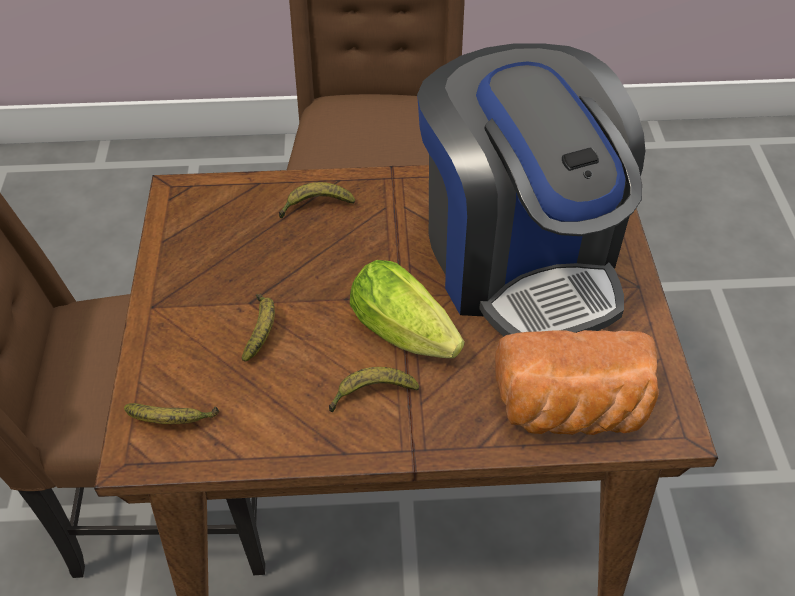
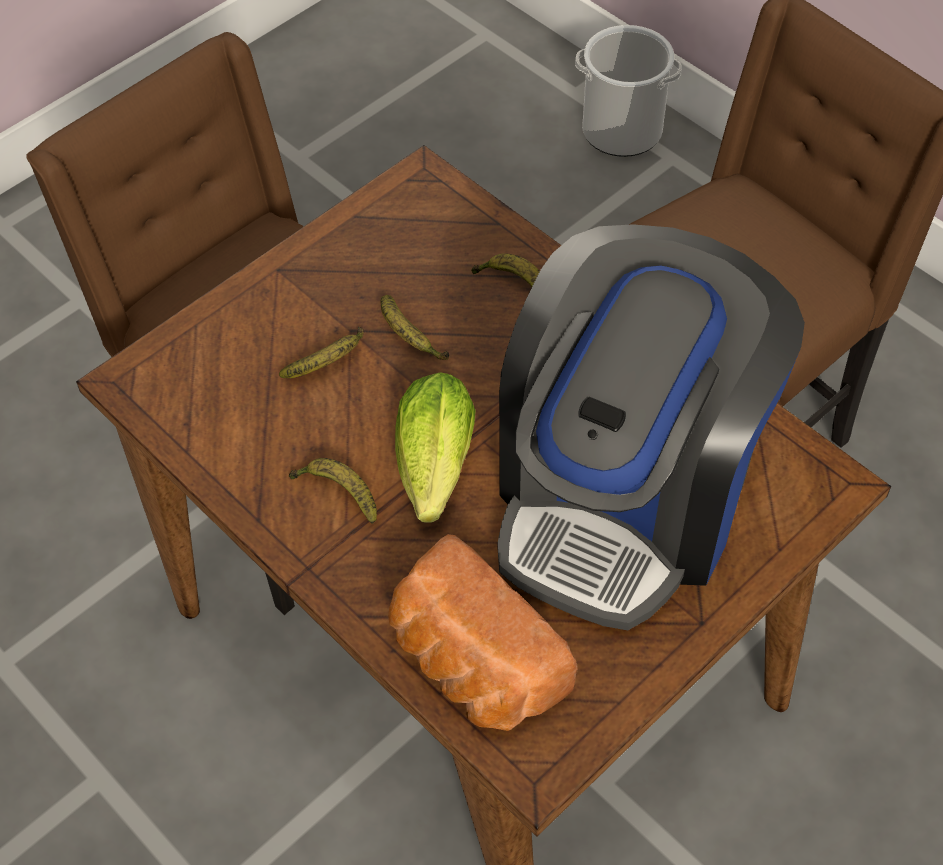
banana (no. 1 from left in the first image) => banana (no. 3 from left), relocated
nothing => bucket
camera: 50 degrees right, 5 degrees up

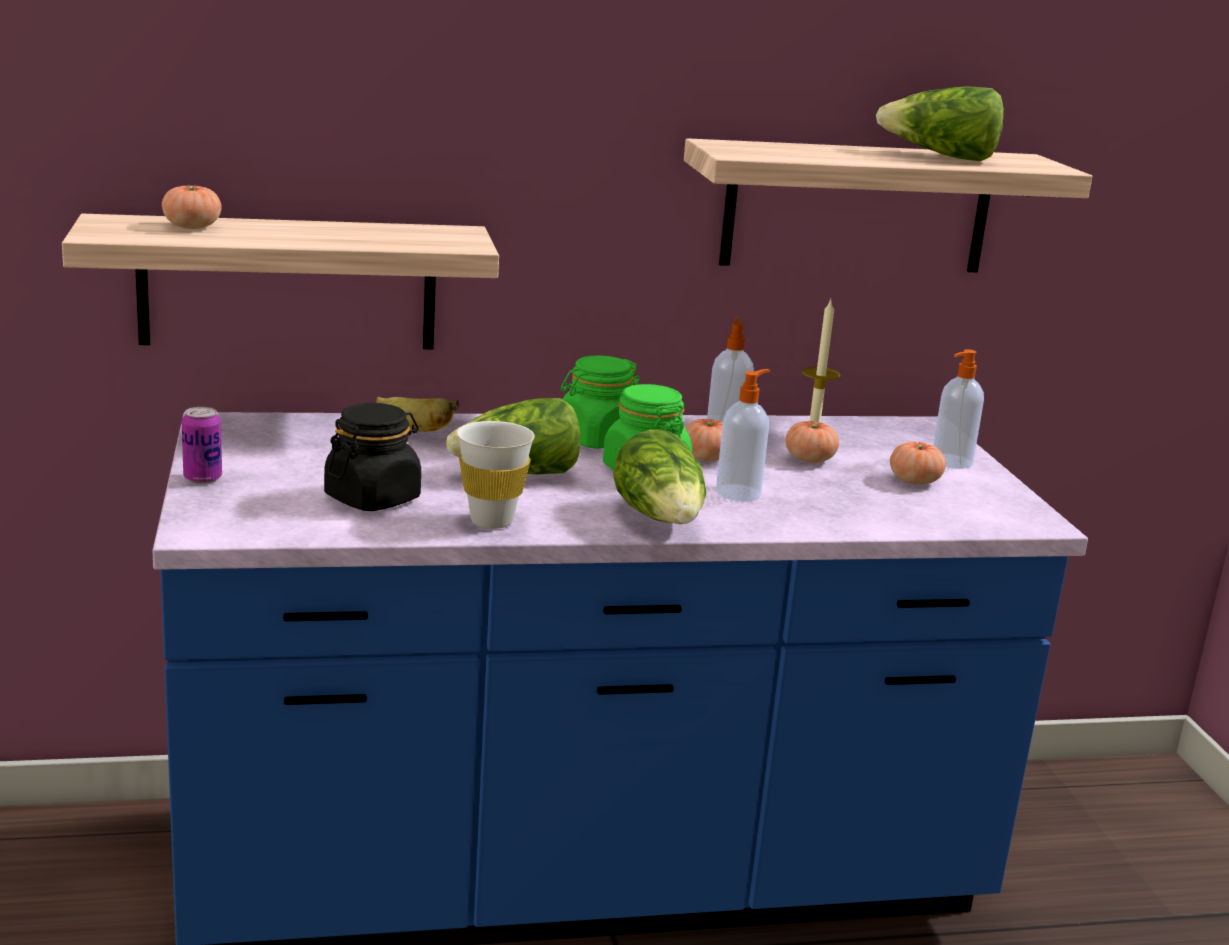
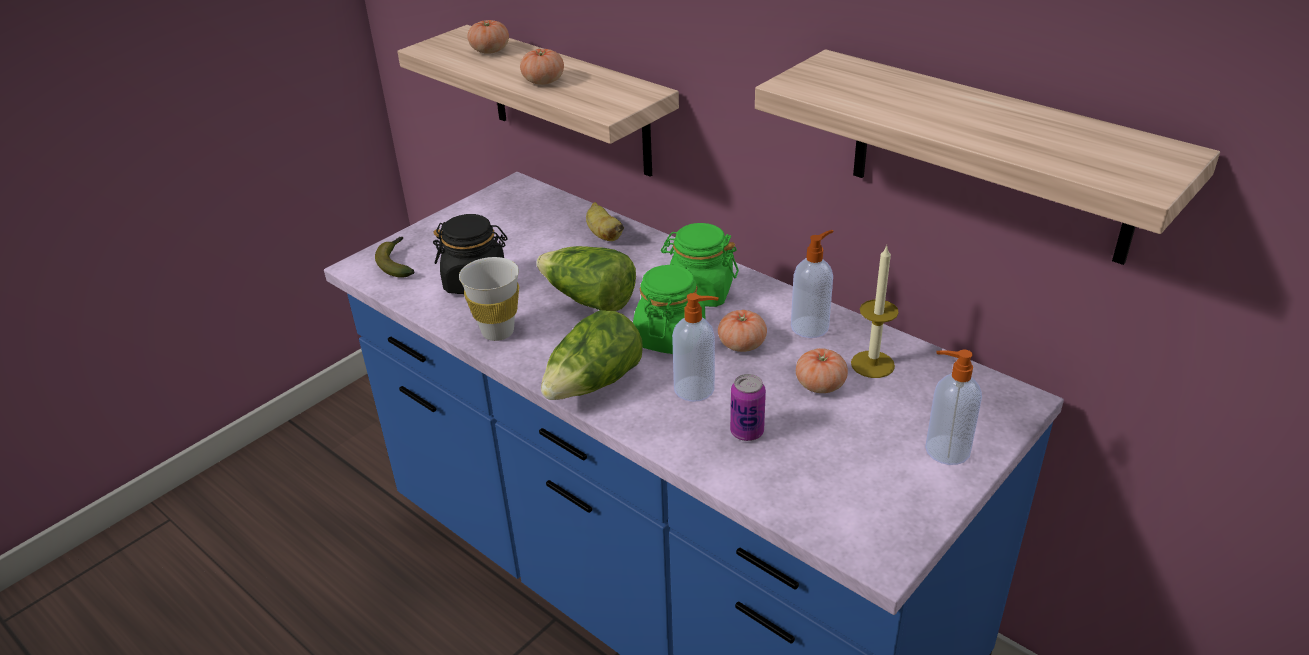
lettuce (no. 3 from left) => nothing
can, relocated
tomato (no. 4 from left in the first image) => tomato (no. 2 from left), relocated
nothing => banana (no. 1 from left)
camera: 55 degrees right, 15 degrees up

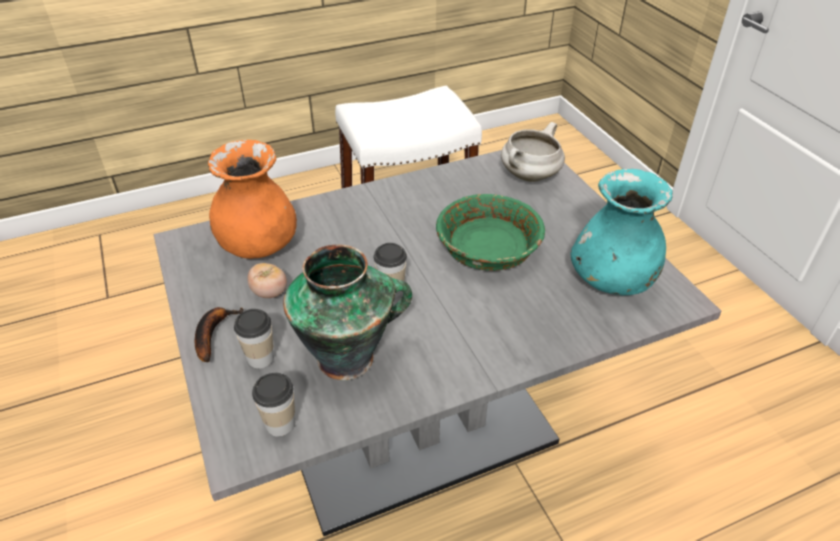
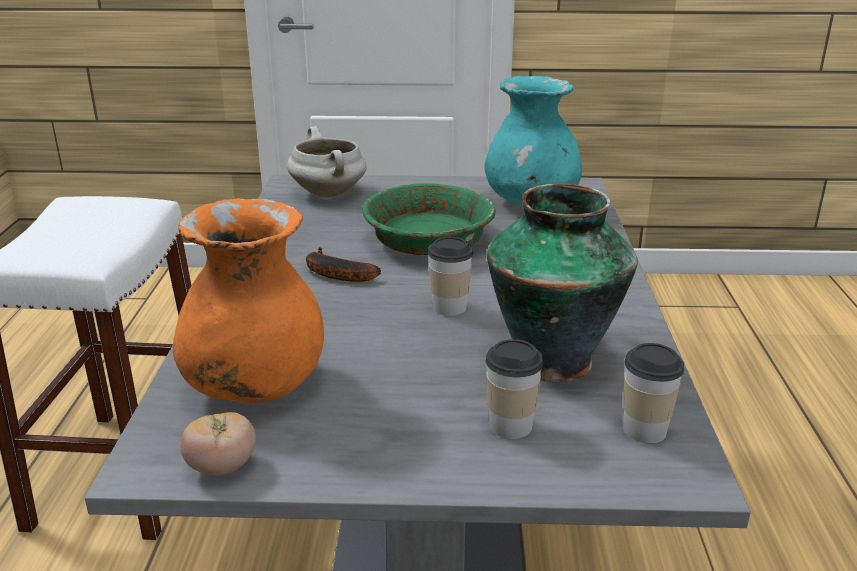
tomato, relocated
banana, relocated
camera: 65 degrees left, 15 degrees down

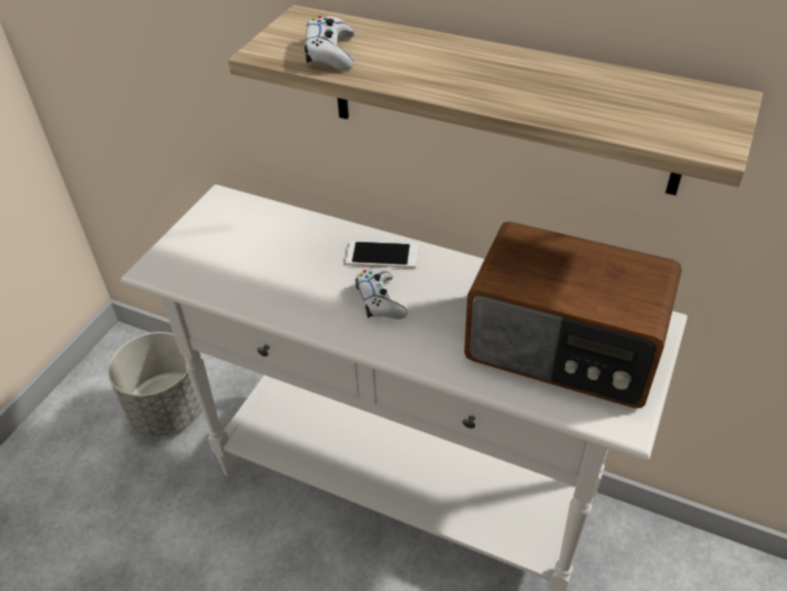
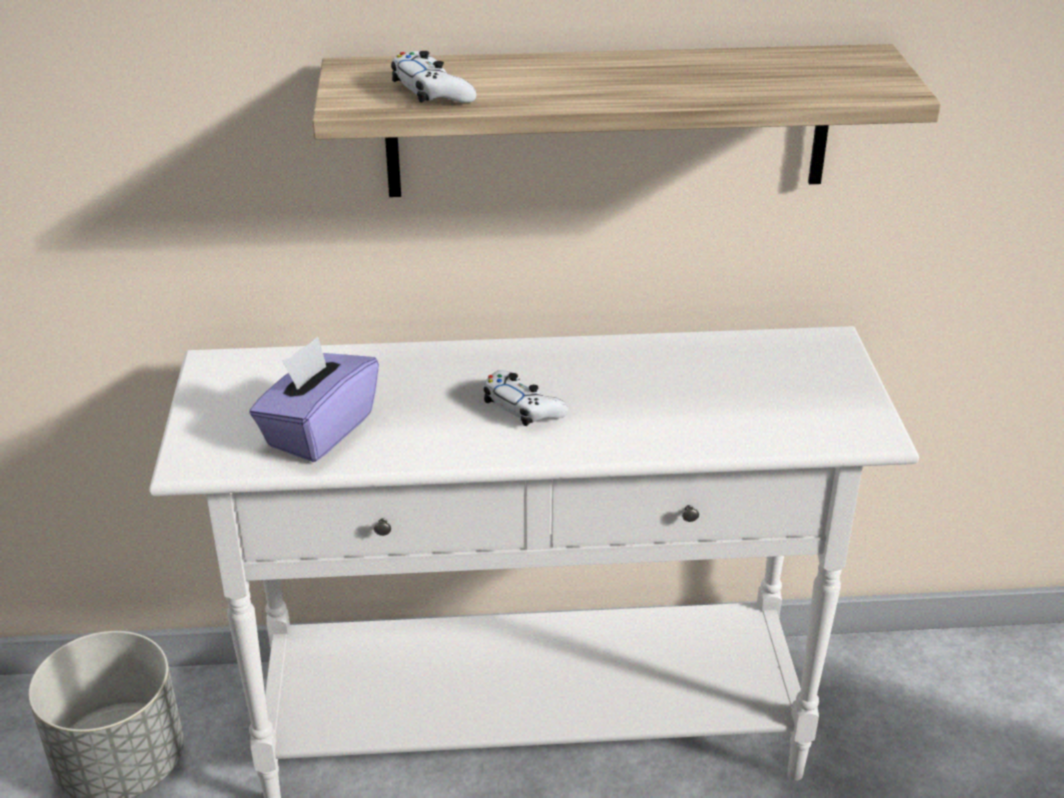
radio => nothing
phone => nothing
nothing => purple tissue box
camera: 30 degrees left, 10 degrees down

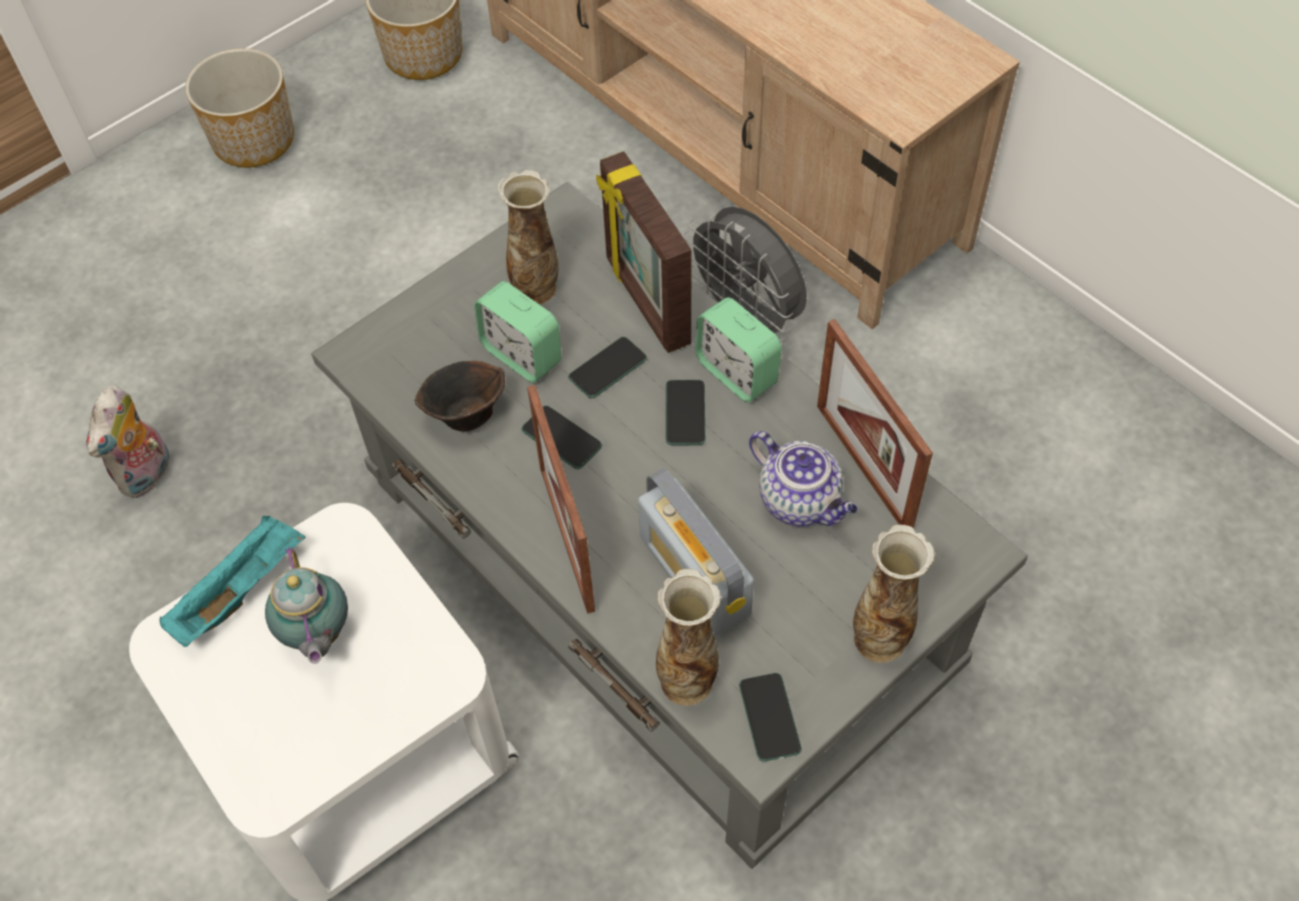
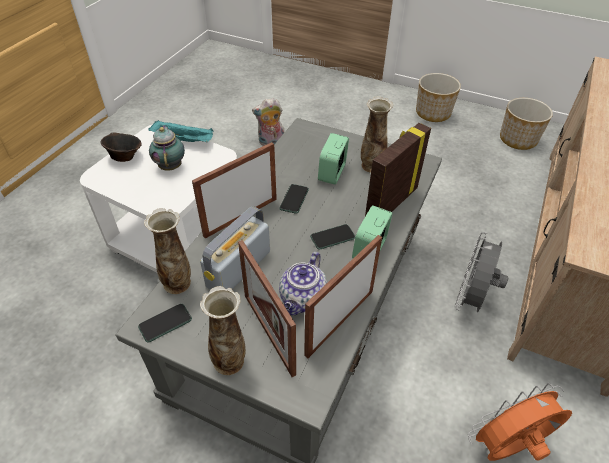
phone (no. 2 from left) => nothing
brown bowl, relocated
teapot (no. 1 from left), 120 degrees clockwise
nothing => picture frame (no. 2 from left)
nothing => orange fan
camera: 65 degrees right, 10 degrees down

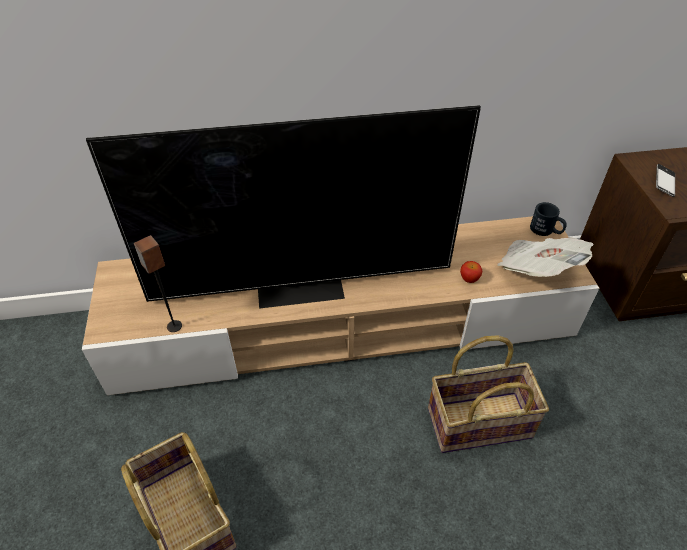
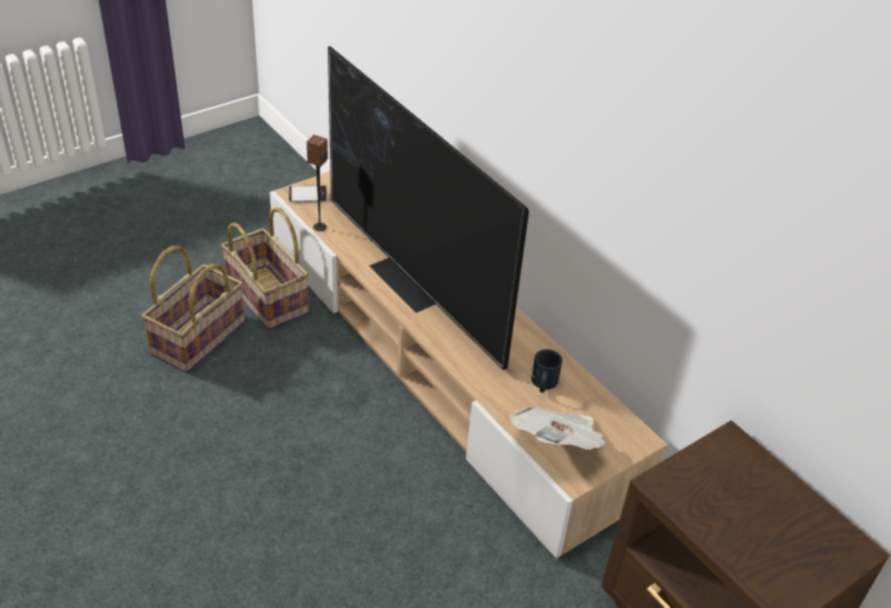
phone, relocated
black mug, relocated
apple => nothing
basket (no. 2 from left), relocated
camera: 60 degrees right, 5 degrees down

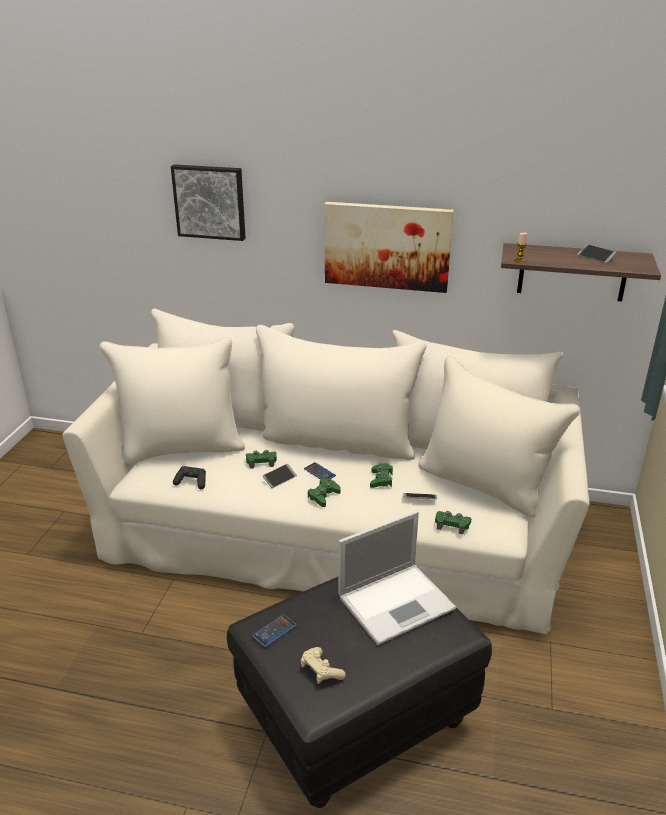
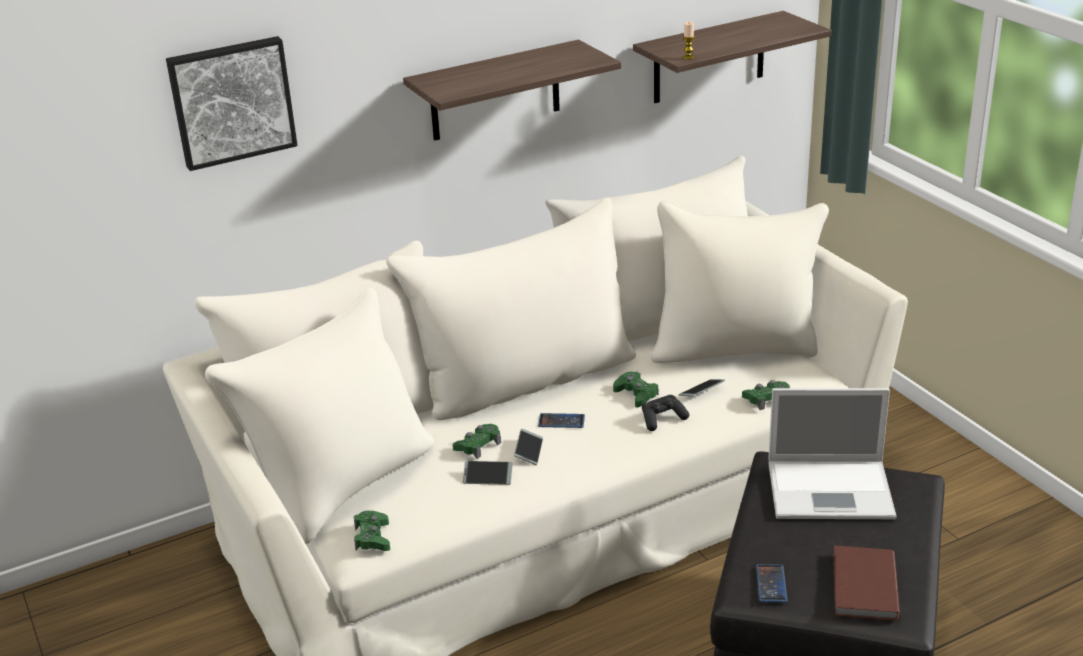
picture (no. 2 from left) => shelf (no. 1 from left)
phone (no. 5 from left in the first image) => phone (no. 1 from left), relocated
black game controller, relocated
green game controller (no. 2 from left in the first image) => green game controller (no. 1 from left), relocated
laptop, 75 degrees clockwise
beige game controller => brown book
camera: 40 degrees left, 0 degrees up

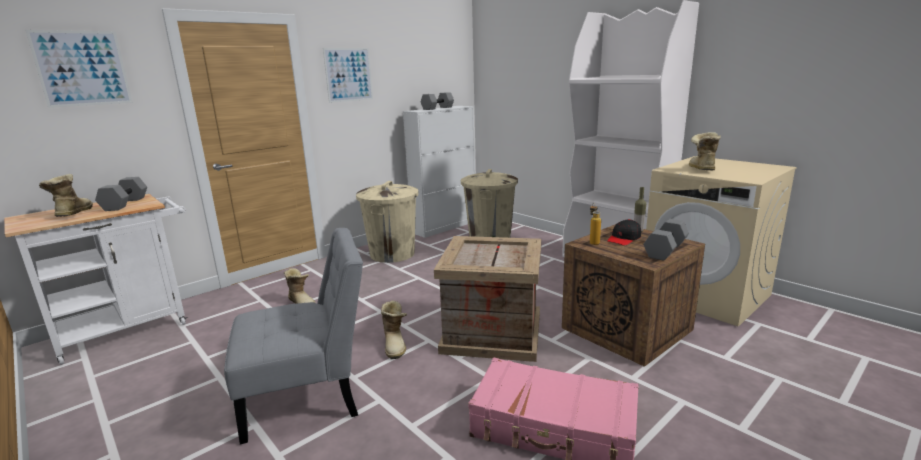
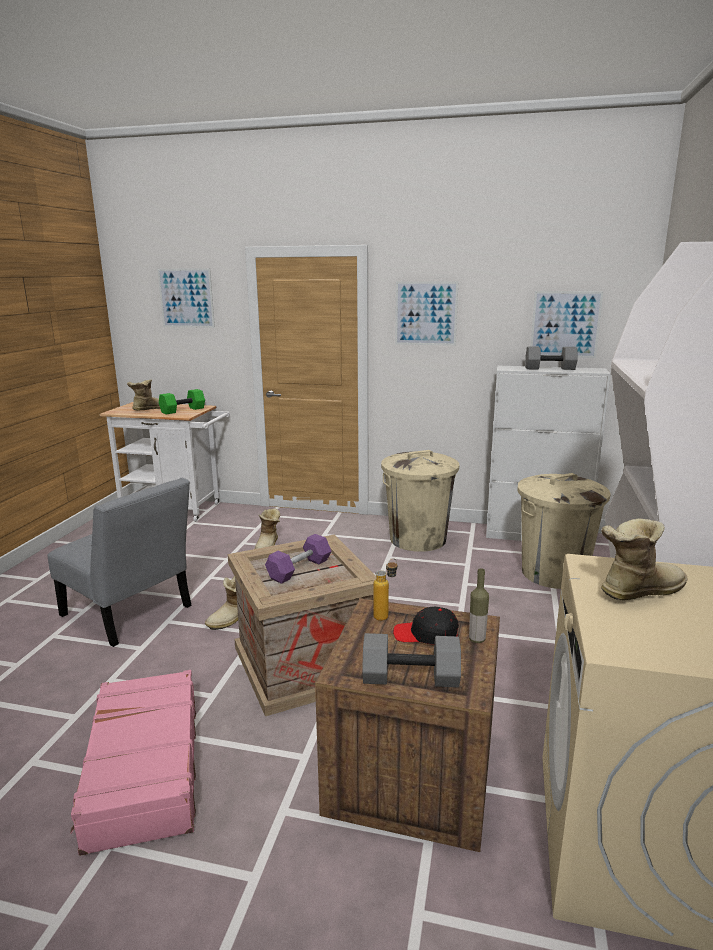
grey dumbbell (no. 1 from left) => green dumbbell
nothing => picture (no. 3 from left)
nothing => purple dumbbell
camera: 55 degrees right, 0 degrees up

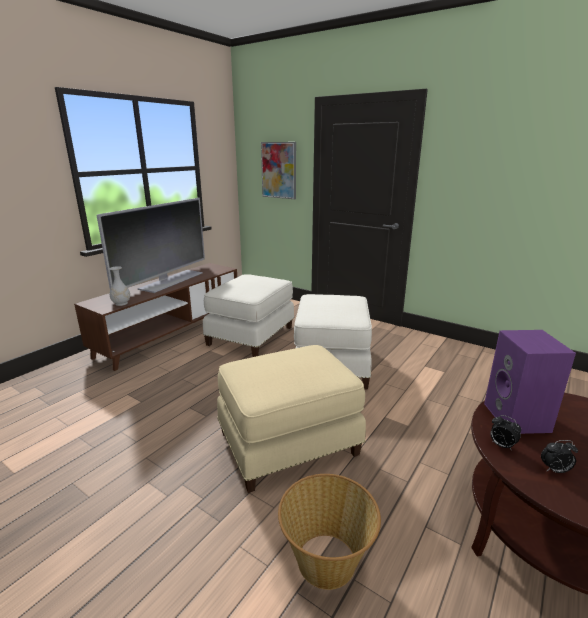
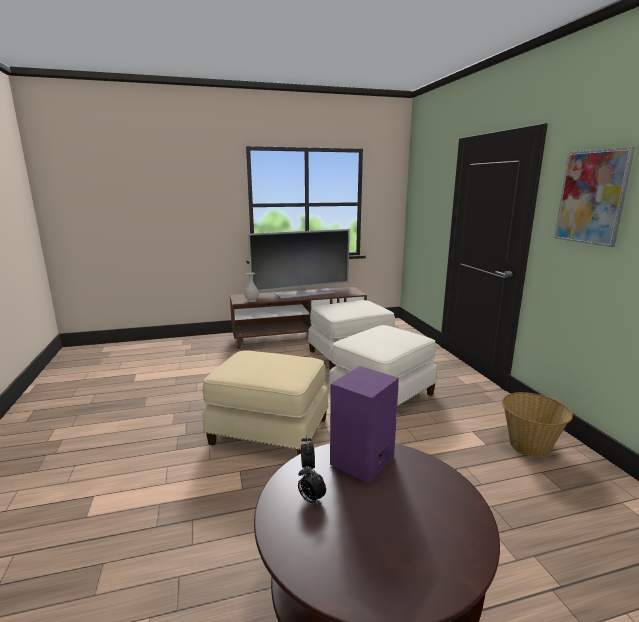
picture, relocated
basket, relocated
camera: 40 degrees right, 5 degrees down

